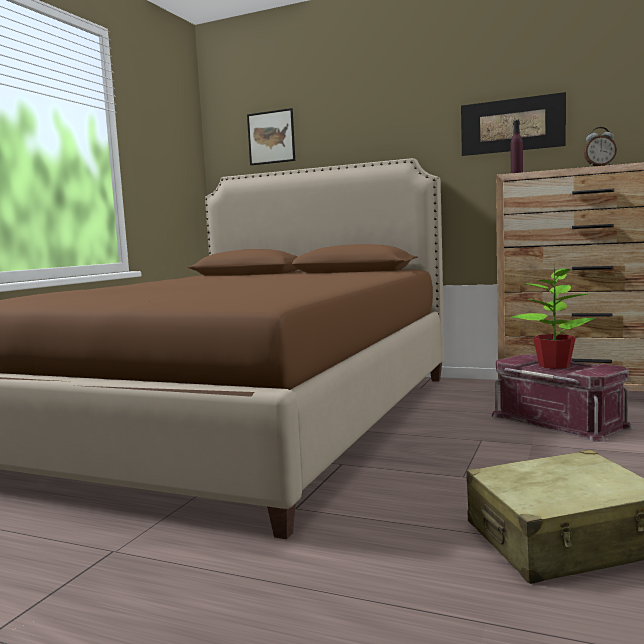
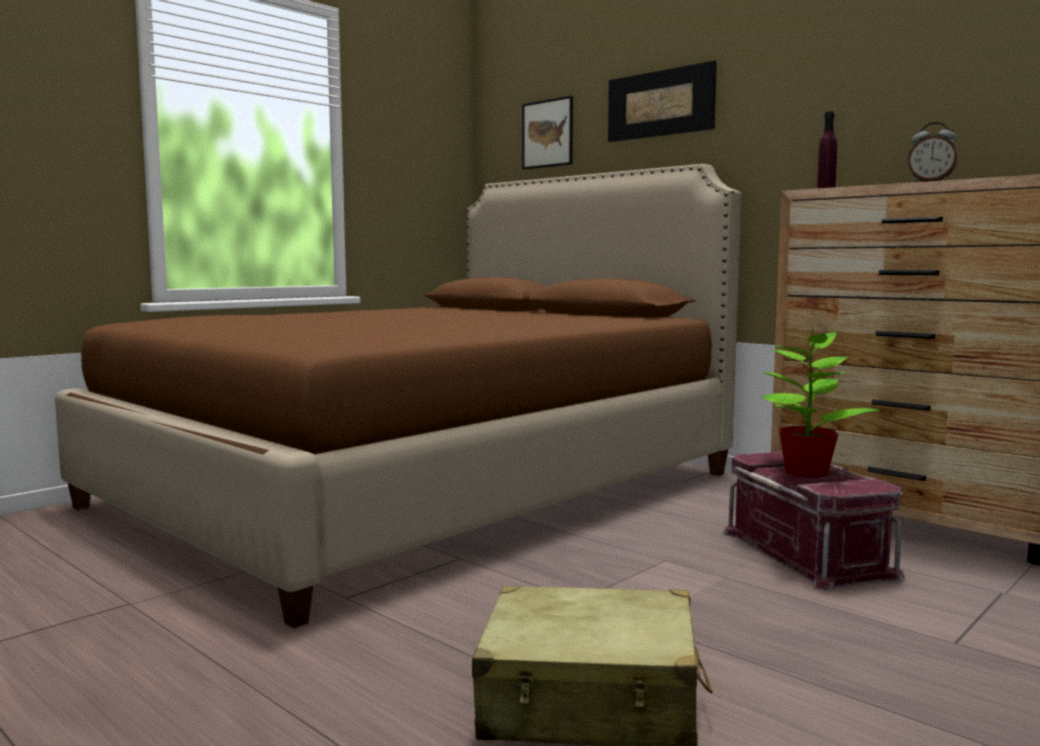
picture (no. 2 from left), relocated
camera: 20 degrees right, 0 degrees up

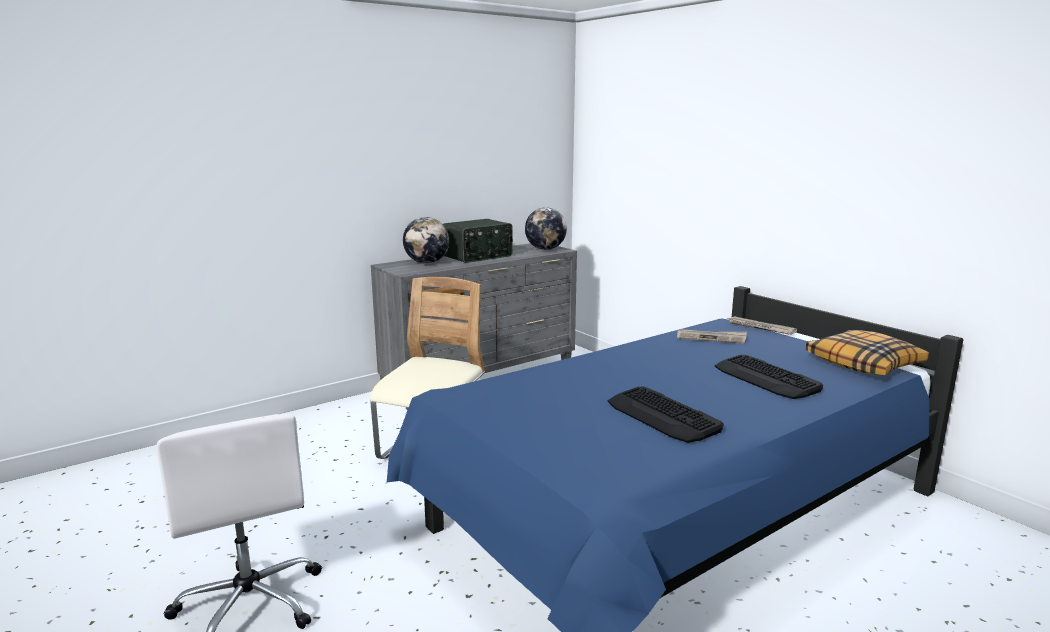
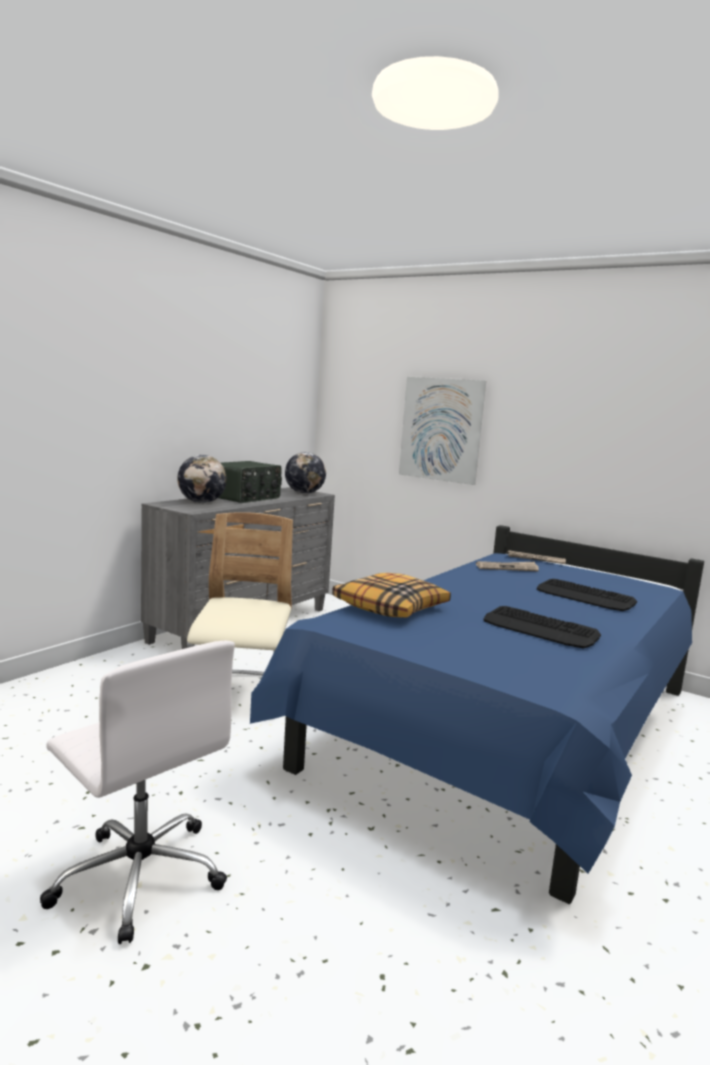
pillow, relocated
nothing => picture
camera: 20 degrees left, 5 degrees down

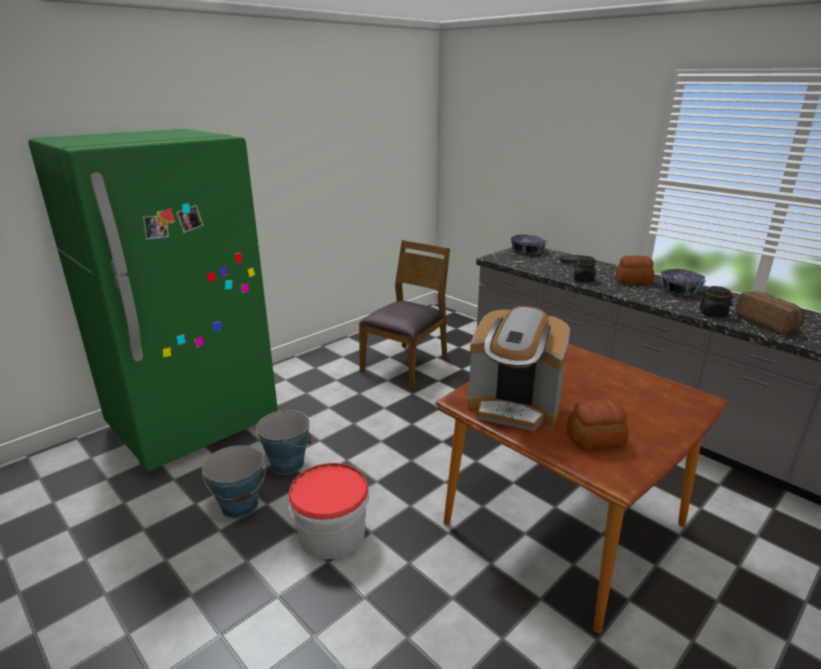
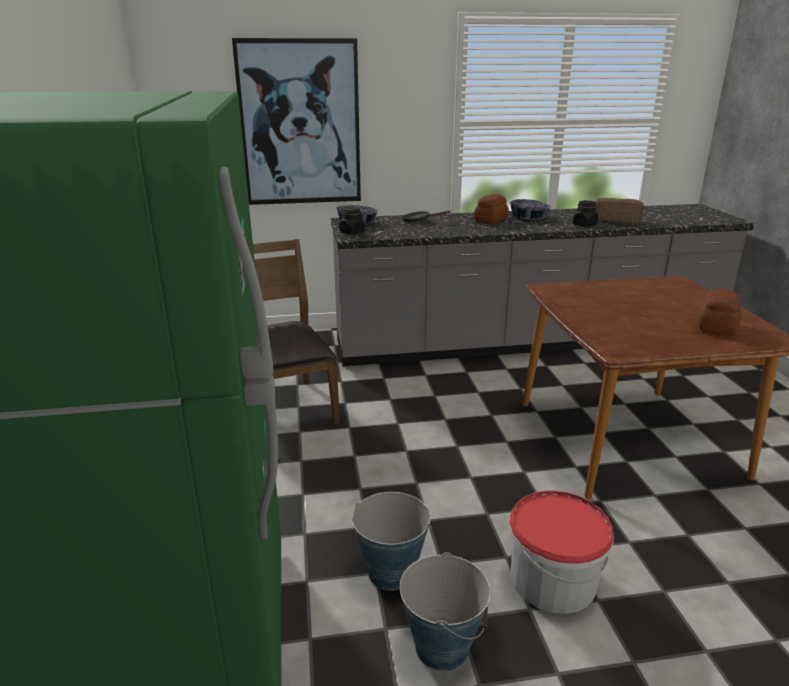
black jar (no. 1 from left), relocated
coffee machine => nothing
nothing => picture
camera: 55 degrees left, 0 degrees up

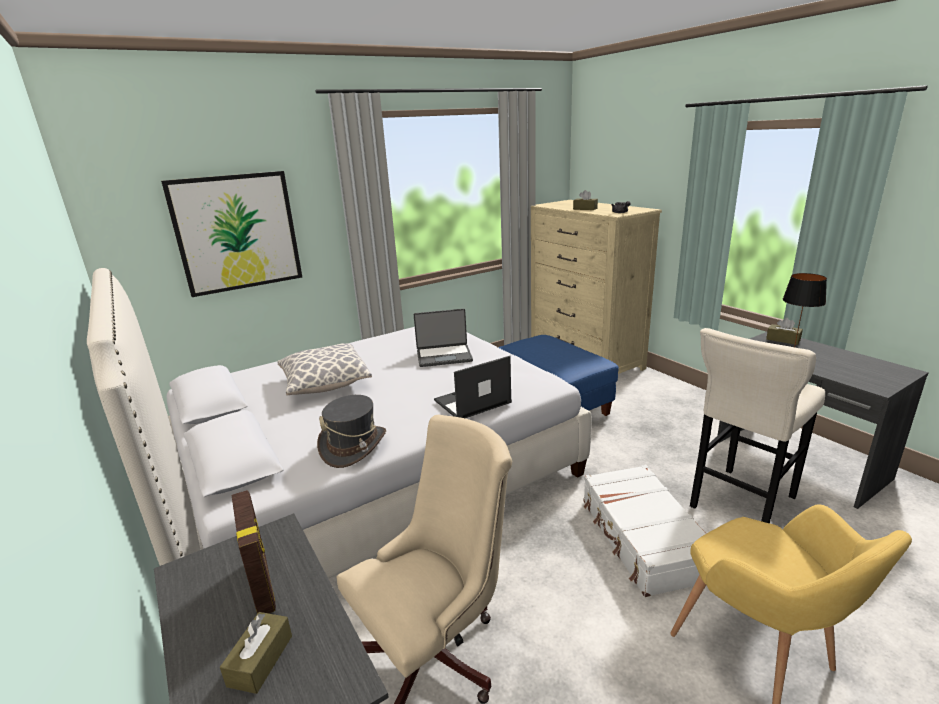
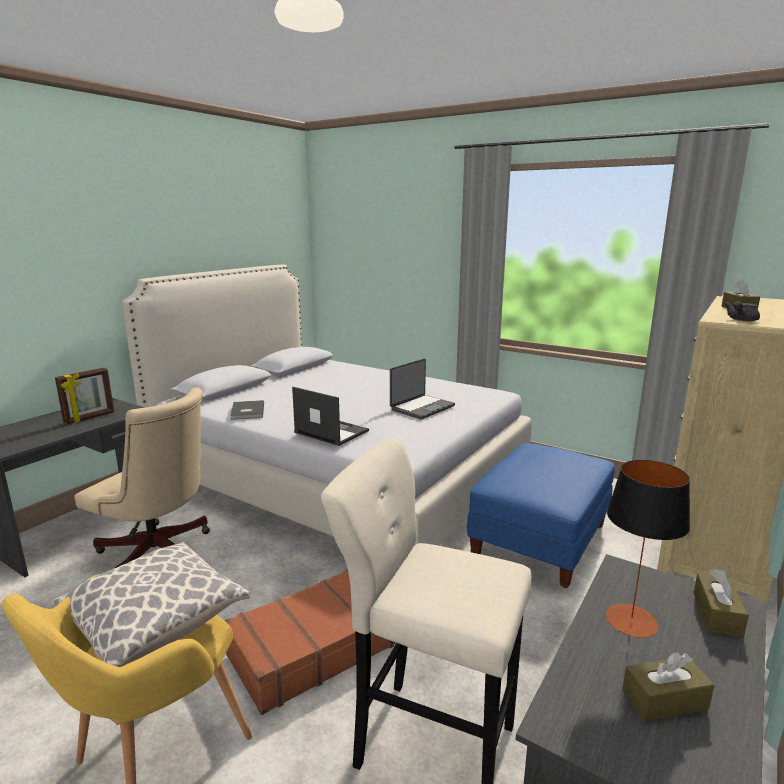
picture => nothing
laptop (no. 1 from left in the first image) => laptop (no. 2 from left), 105 degrees counterclockwise
pillow, relocated
grey hat => grey book
white suitcase => brown suitcase
brown tissue box (no. 1 from left), relocated
camera: 65 degrees right, 5 degrees down

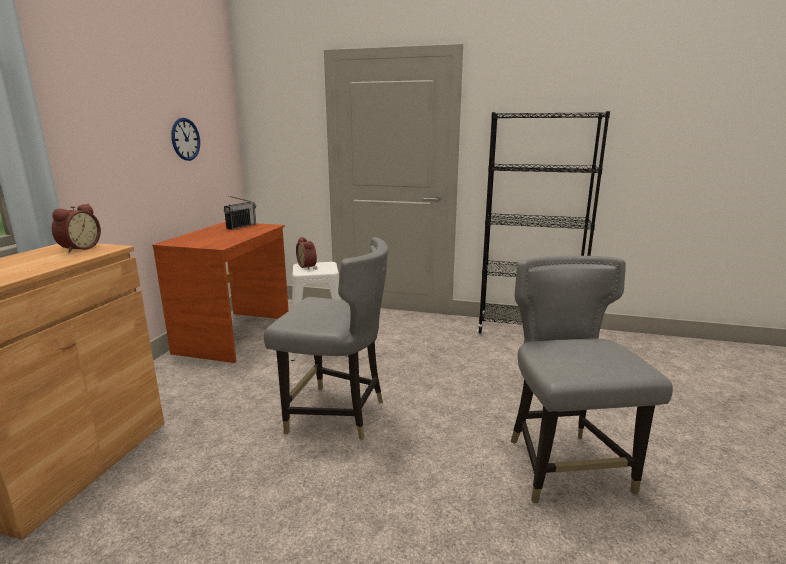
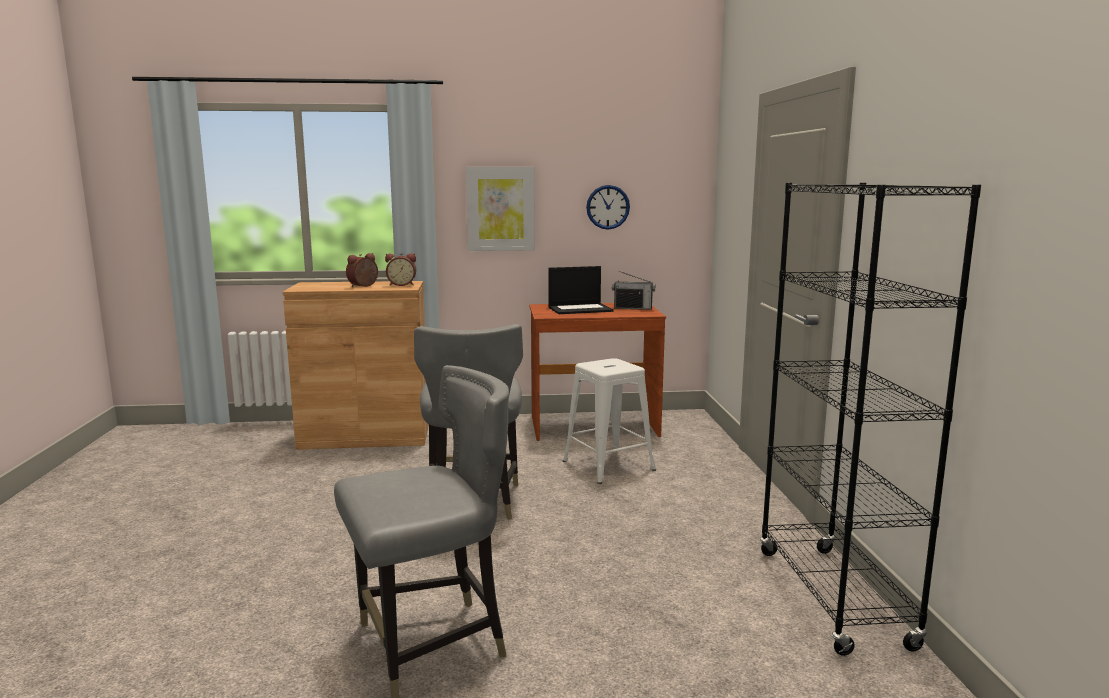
alarm clock (no. 2 from left in the first image) => alarm clock (no. 1 from left), relocated
nothing => picture
nothing => laptop
camera: 70 degrees right, 5 degrees down

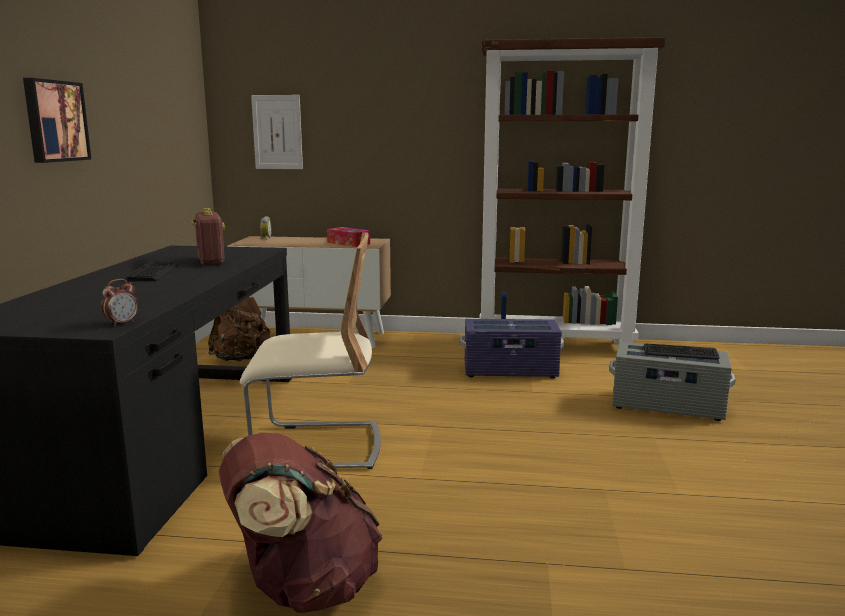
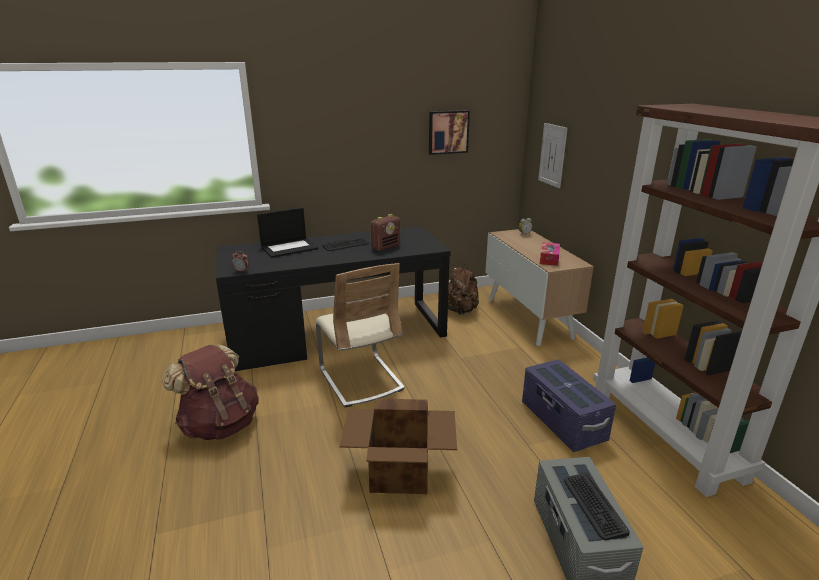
picture (no. 1 from left), relocated
nothing => laptop
nothing => cardboard box
camera: 65 degrees right, 10 degrees up

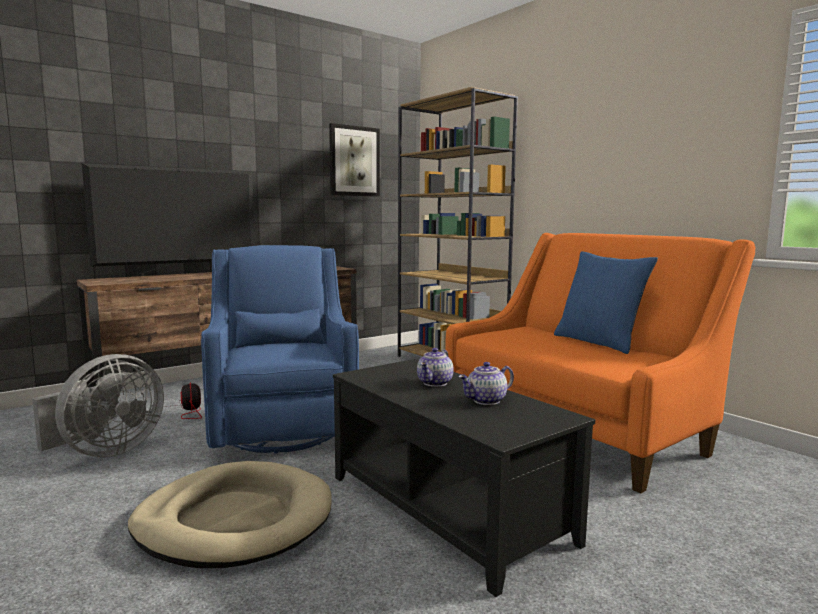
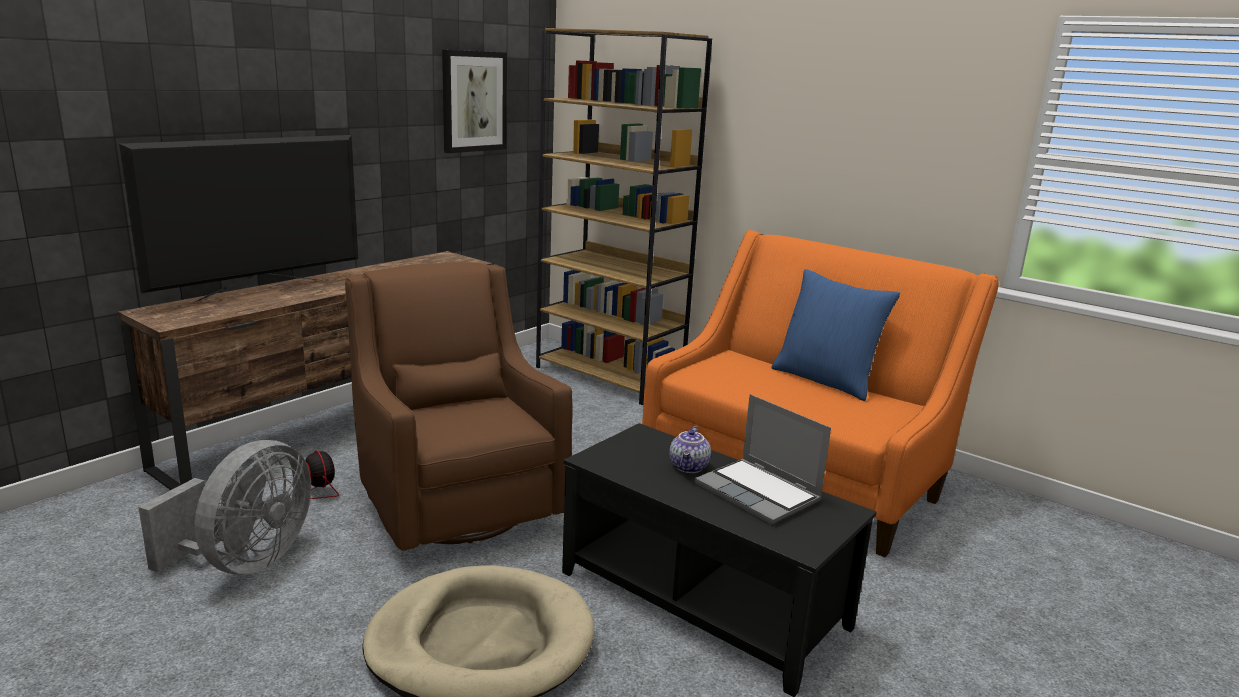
blue armchair => brown armchair
teapot (no. 2 from left) => laptop
camera: 15 degrees left, 10 degrees up

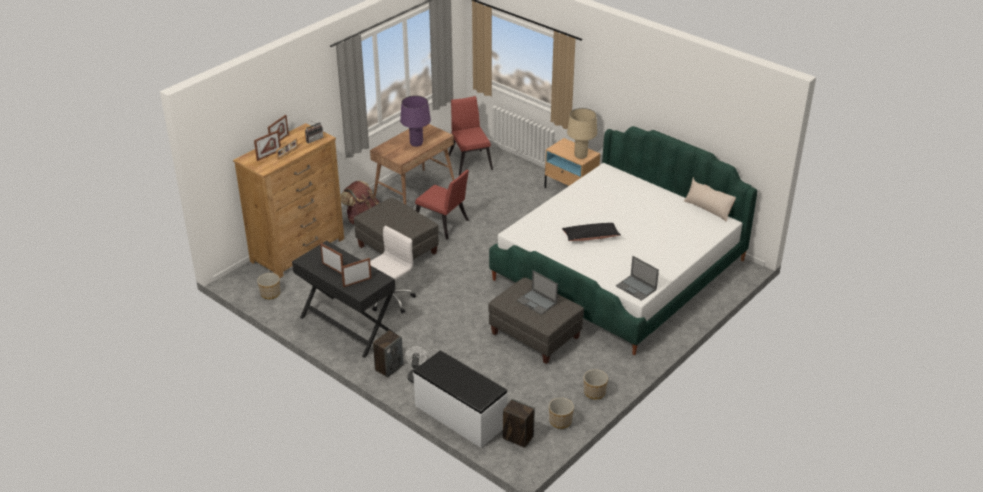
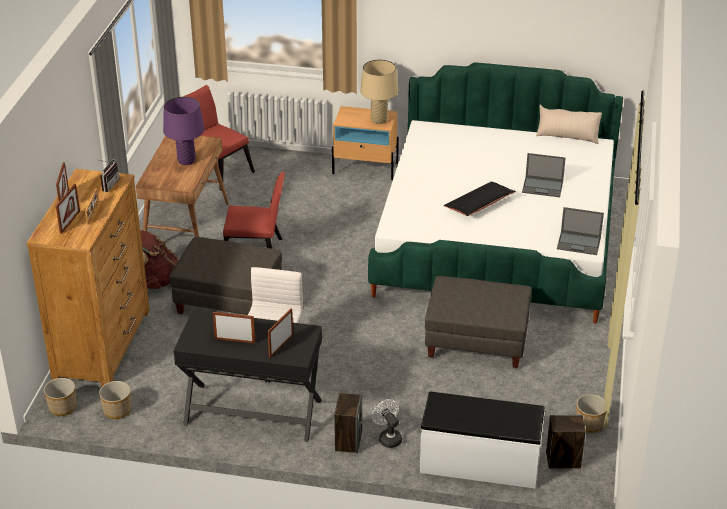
laptop (no. 1 from left), relocated
planter (no. 3 from left in the first image) => planter (no. 1 from left), relocated
camera: 30 degrees left, 0 degrees up

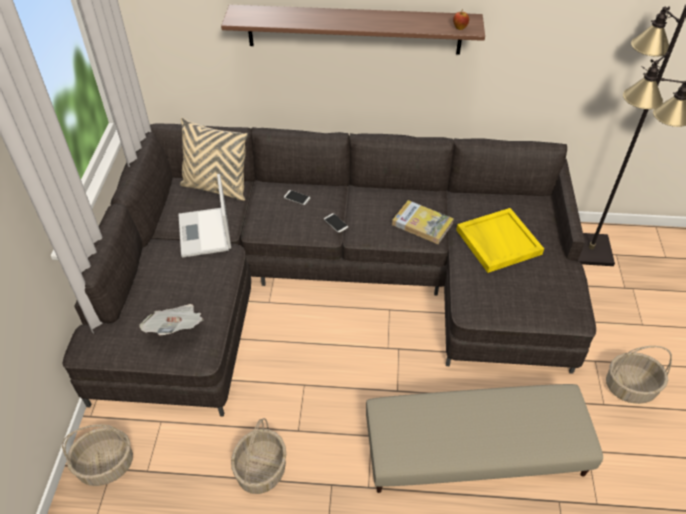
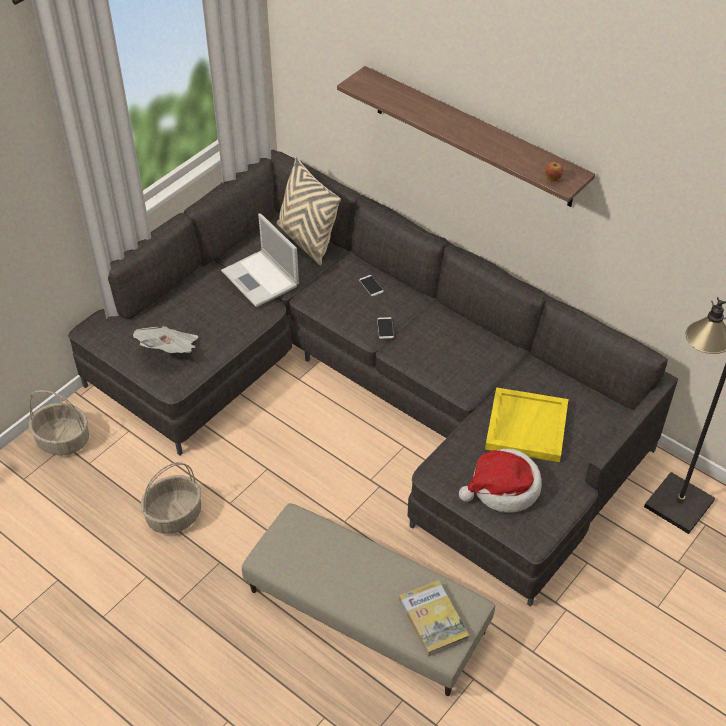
laptop, 60 degrees counterclockwise
book, relocated
basket (no. 3 from left) => nothing
nothing => hat
camera: 35 degrees right, 0 degrees up

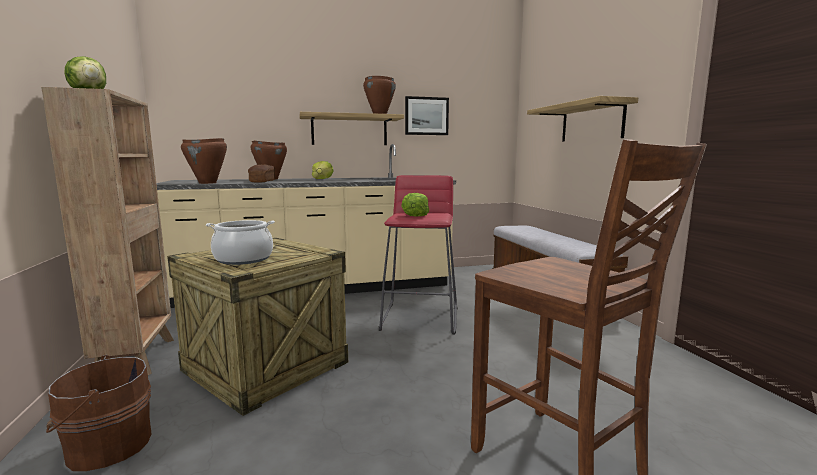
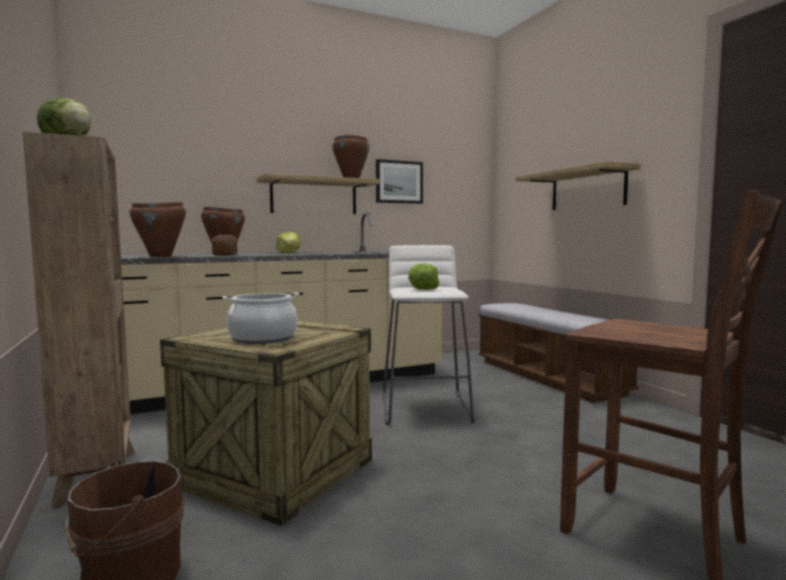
red stool => white stool
camera: 10 degrees left, 5 degrees down

